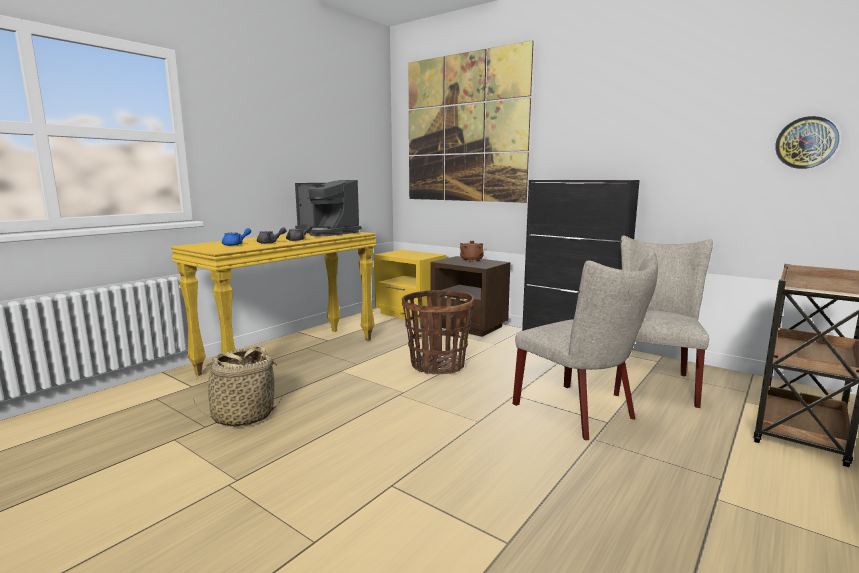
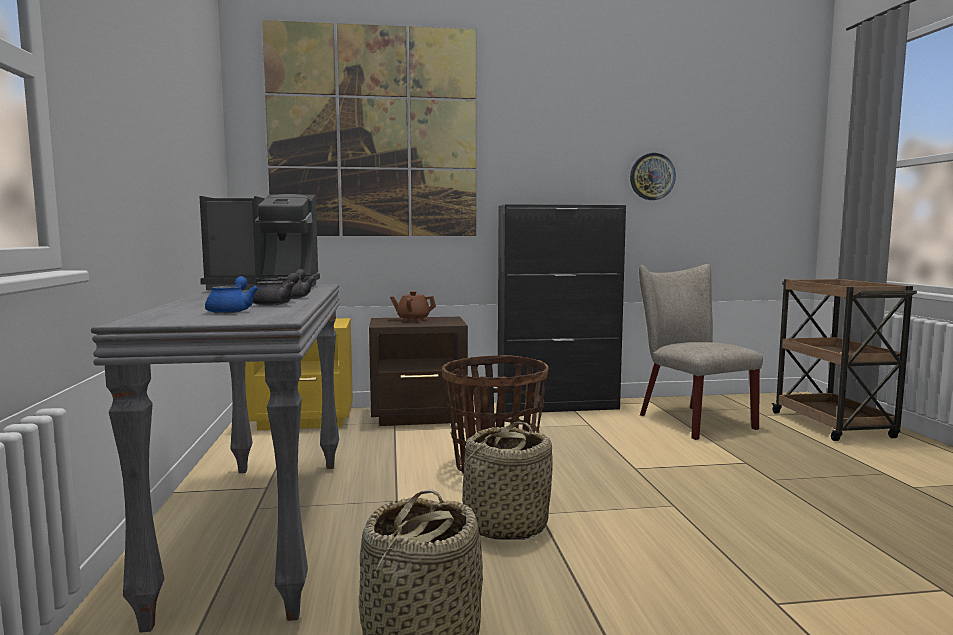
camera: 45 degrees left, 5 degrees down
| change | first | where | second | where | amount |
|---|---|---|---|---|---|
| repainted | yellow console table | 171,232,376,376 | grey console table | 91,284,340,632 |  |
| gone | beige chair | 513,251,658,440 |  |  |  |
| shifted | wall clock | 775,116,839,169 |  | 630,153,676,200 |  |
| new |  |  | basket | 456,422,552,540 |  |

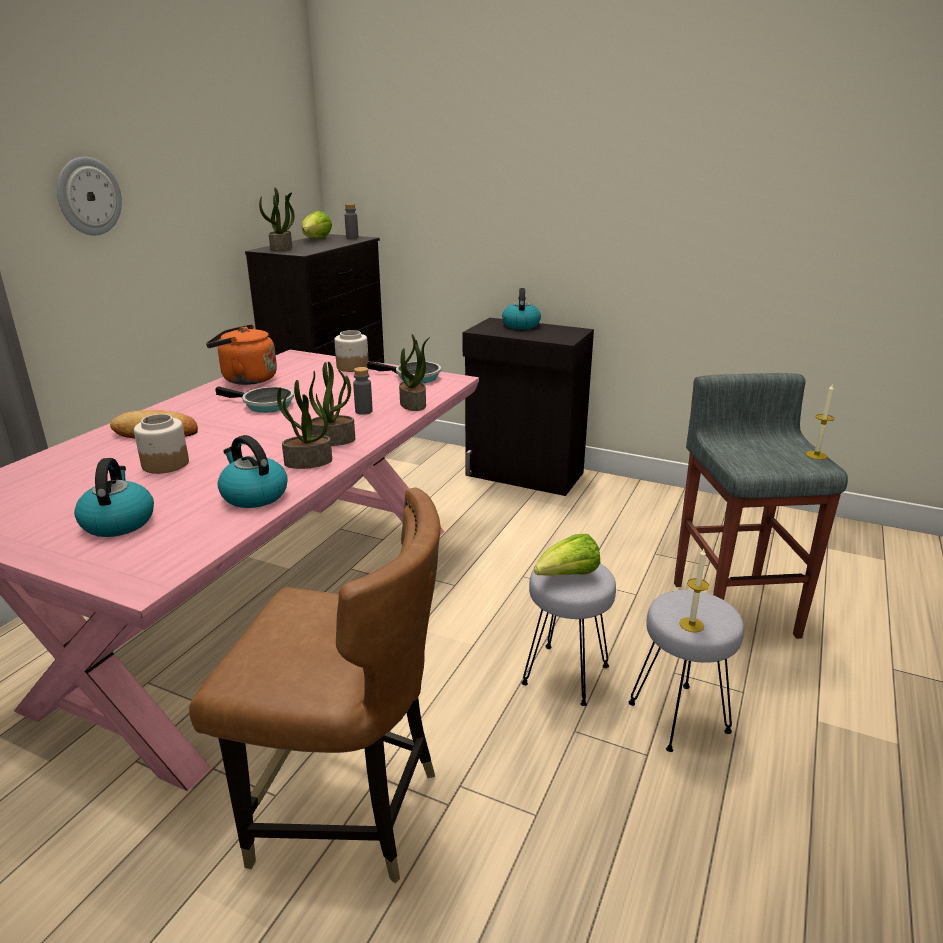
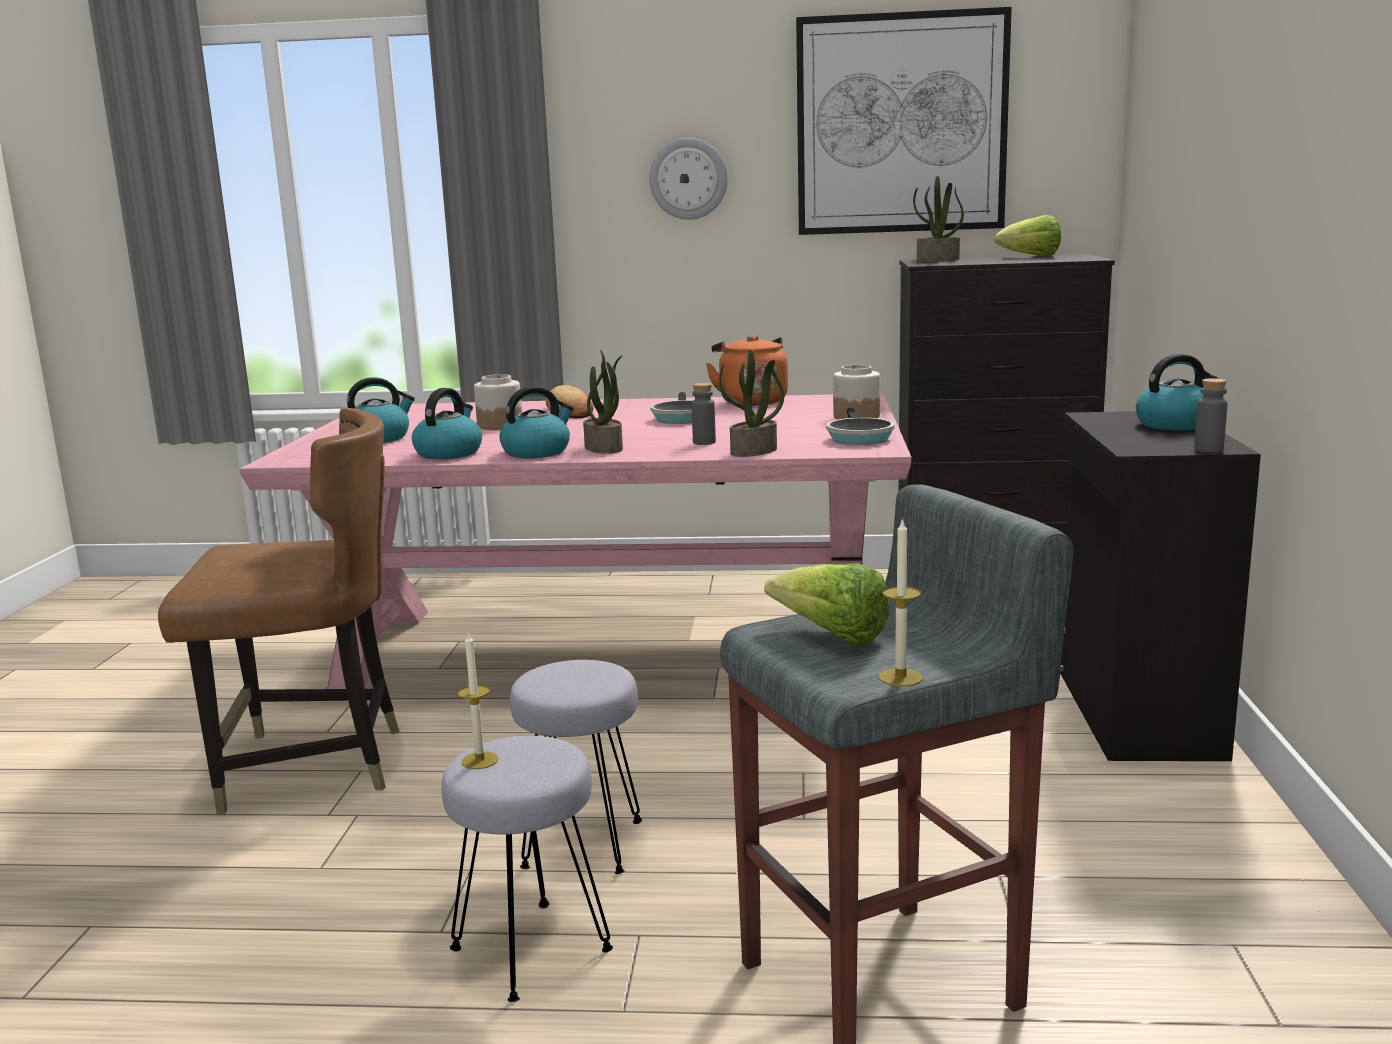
camera: 70 degrees right, 10 degrees down
| change | first | where | second | where | amount |
|---|---|---|---|---|---|
| rotated | brown chair | 189,487,441,884 |  | 158,408,399,815 | 90 degrees counterclockwise |
| swapped | potted plant | 277,380,332,469 | kettle | 499,386,574,458 |  |
| shifted | grey bottle | 345,204,358,239 |  | 1194,378,1228,453 |  |
| shifted | lettuce | 534,534,600,576 |  | 764,564,890,646 |  |
| new |  |  | picture | 796,7,1012,235 |  |

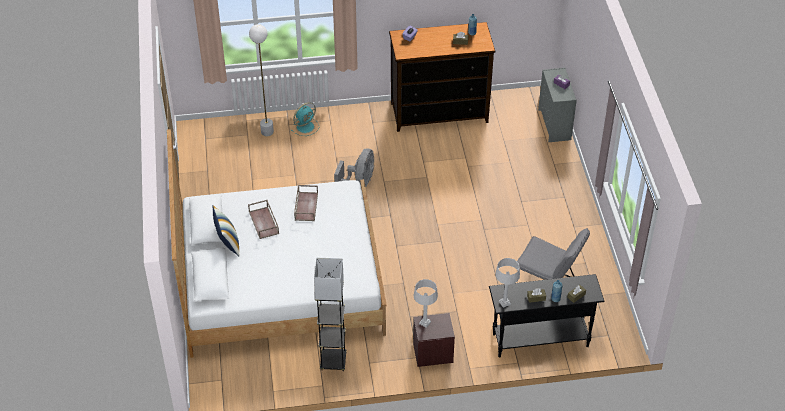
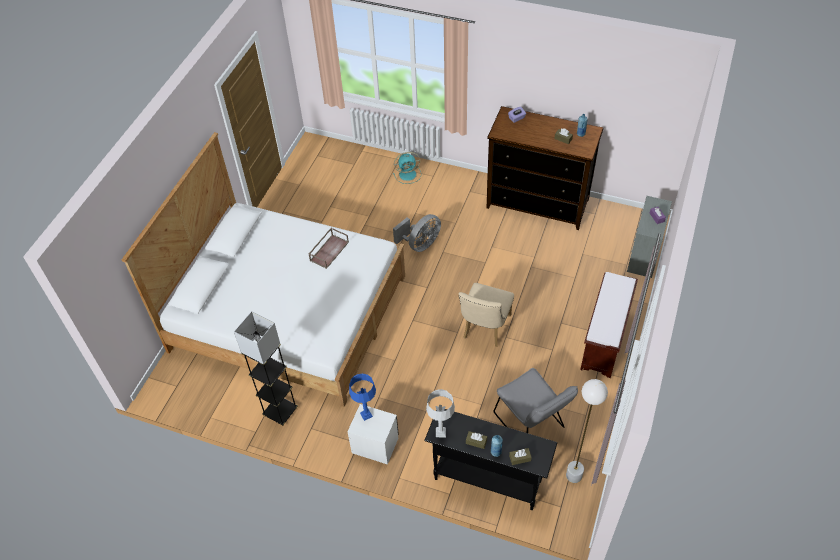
camera: 30 degrees right, 5 degrees up
| change | first | where | second | where | amount |
|---|---|---|---|---|---|
| gone | pillow | 212,205,240,256 |  |  |  |
| gone | brown tray | 248,200,279,239 |  |  |  |
| shifted | white floor lamp | 249,24,274,136 |  | 566,379,608,483 |  |
| repainted | brown nightstand | 413,313,455,367 | white nightstand | 347,404,399,465 |  |
| repainted | grey table lamp | 414,279,438,328 | blue table lamp | 349,374,376,421 |  |
| new |  |  | beige chair | 459,283,514,347 |  |
| new |  |  | brown bench | 580,272,638,378 |  |

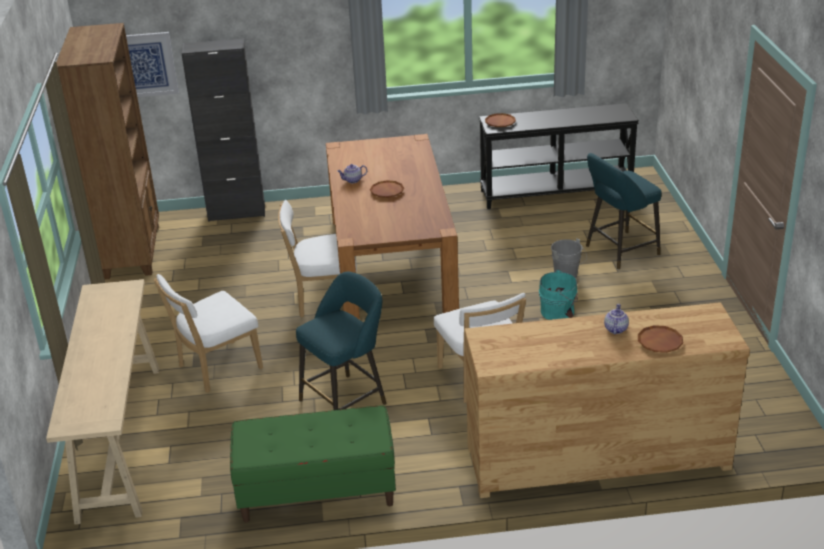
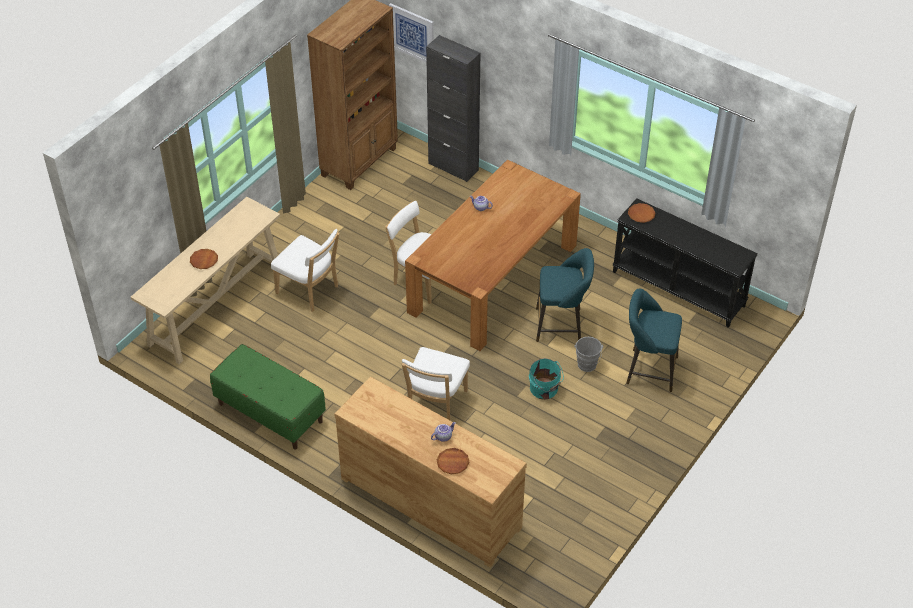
camera: 40 degrees right, 15 degrees up
| change | first | where | second | where | amount |
|---|---|---|---|---|---|
| rotated | white chair | 154,274,263,393 |  | 271,229,339,312 | 150 degrees counterclockwise |
| shifted | turquoise stool | 296,272,386,410 |  | 536,248,594,342 |  |
| shifted | brown plate | 370,180,404,198 |  | 190,249,218,269 |  |

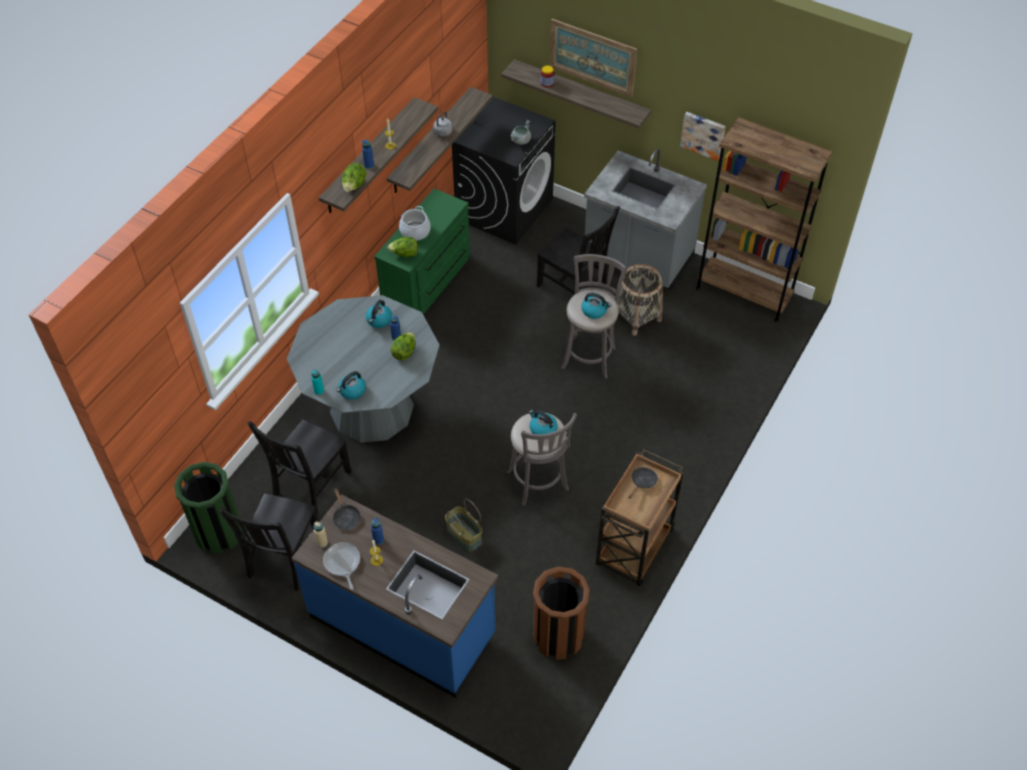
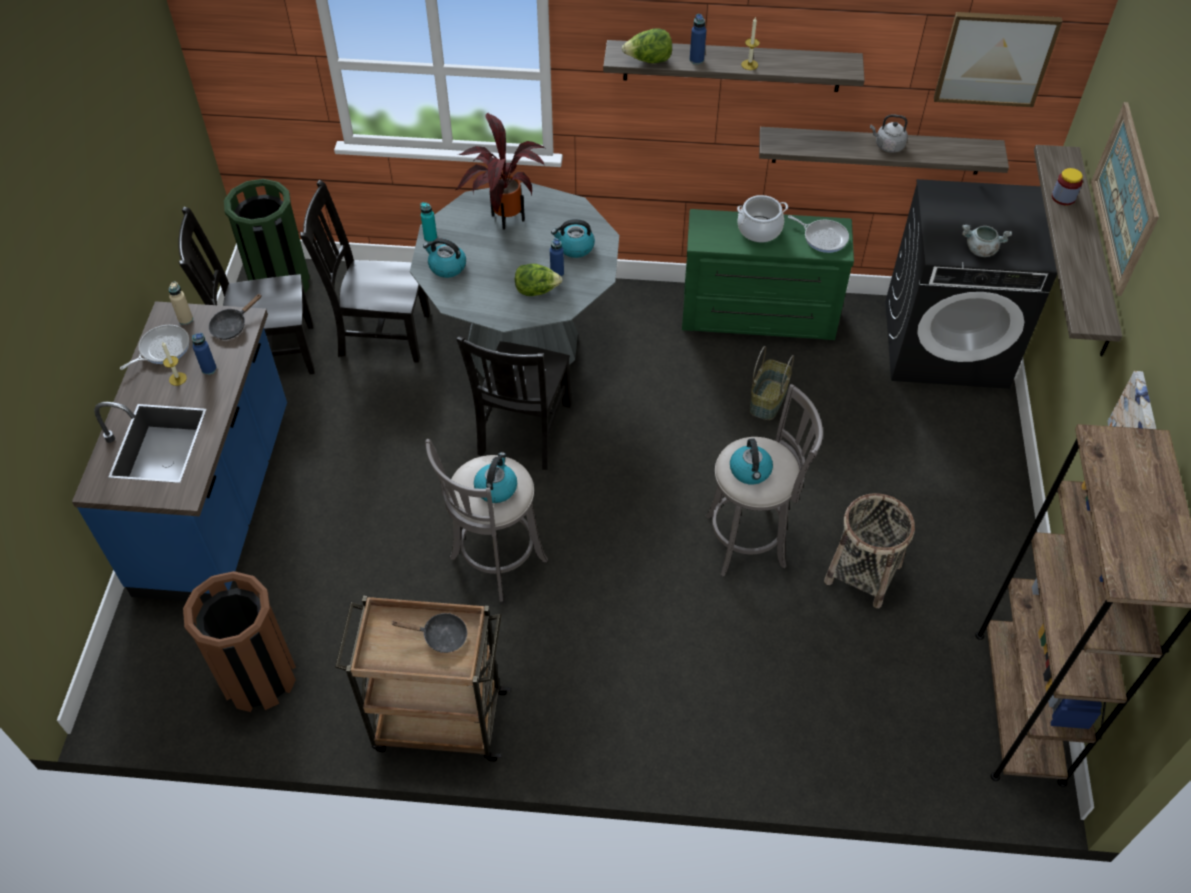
camera: 65 degrees right, 0 degrees up
| change | first | where | second | where | amount |
|---|---|---|---|---|---|
| gone | lettuce | 387,237,418,257 |  |  |  |
| shifted | basket | 445,499,483,552 |  | 749,346,794,420 |  |
| shifted | black chair | 537,206,620,294 |  | 457,336,571,470 |  |
| gone | grey counter | 584,149,707,290 |  |  |  |
| new |  |  | potted plant | 456,113,545,230 |  |
| new |  |  | frying pan | 788,215,849,253 |  |
| new |  |  | picture | 934,12,1062,107 |  |

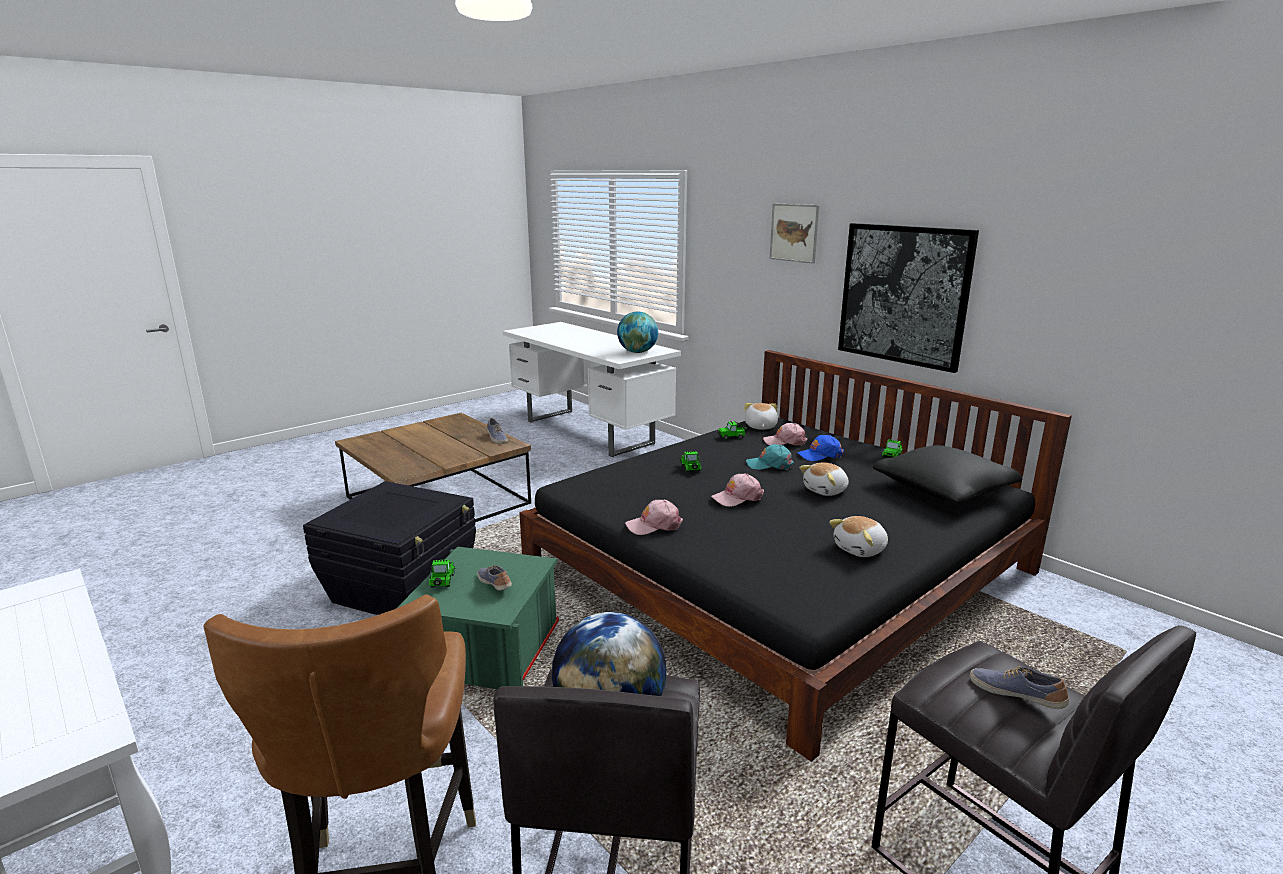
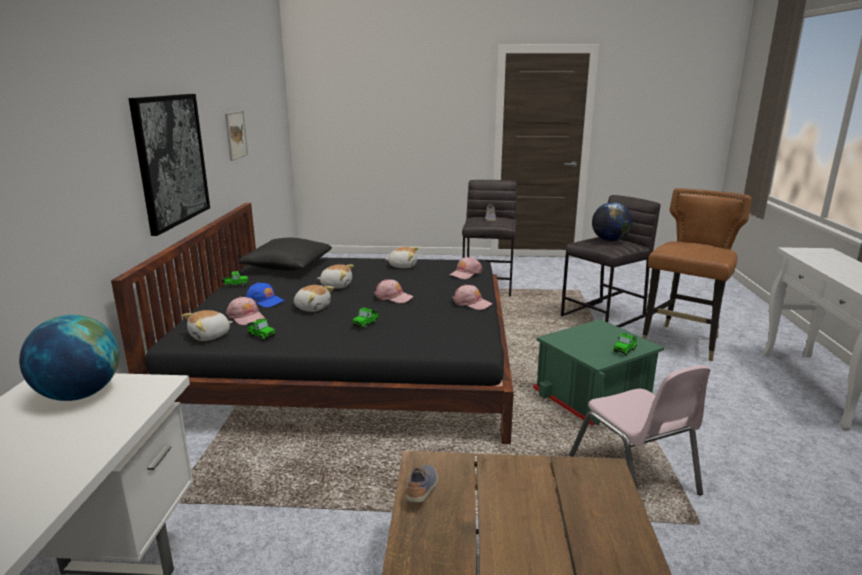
camera: 135 degrees left, 0 degrees up
| change | first | where | second | where | amount |
|---|---|---|---|---|---|
| swapped | black storage box | 303,481,476,615 | pink chair | 569,365,710,495 |  |
| gone | shoe | 477,565,512,591 |  |  |  |
| swapped | turquoise cap | 746,444,794,470 | plush toy | 294,285,334,312 |  |
| shifted | picture | 770,203,819,264 |  | 225,111,248,161 |  |
| new |  |  | pink cap | 450,257,483,279 |  |

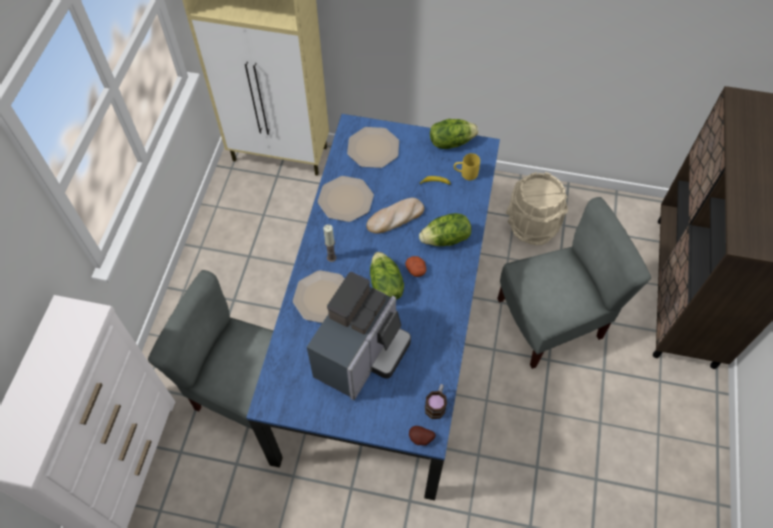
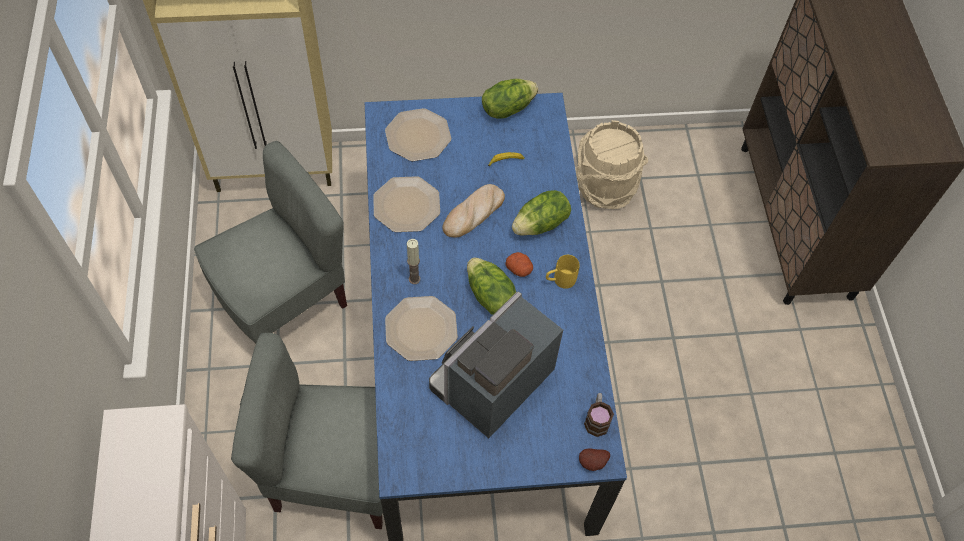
camera: 20 degrees left, 0 degrees up
| change | first | where | second | where | amount |
|---|---|---|---|---|---|
| rotated | coffee machine | 307,272,411,400 |  | 429,291,563,438 | 150 degrees counterclockwise |
| shifted | yellow mug | 454,153,480,180 |  | 546,255,580,289 |  |
| shifted | grey chair | 497,197,651,369 |  | 194,141,347,343 |  |

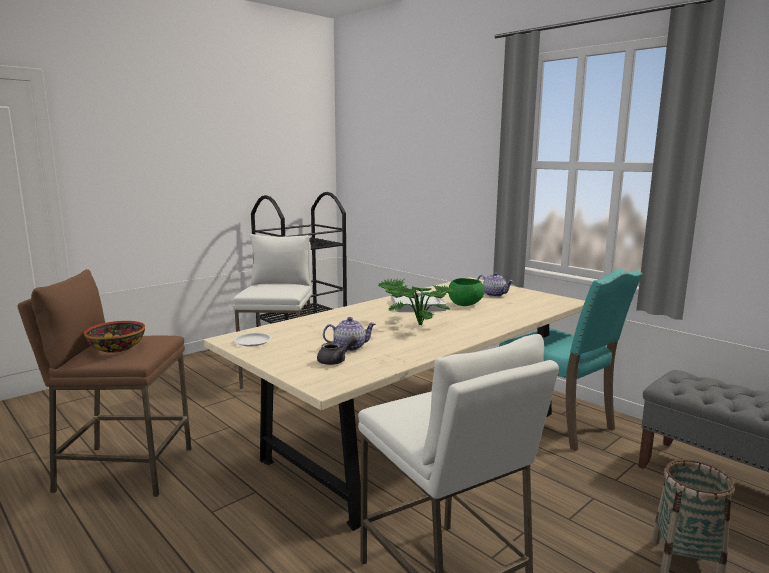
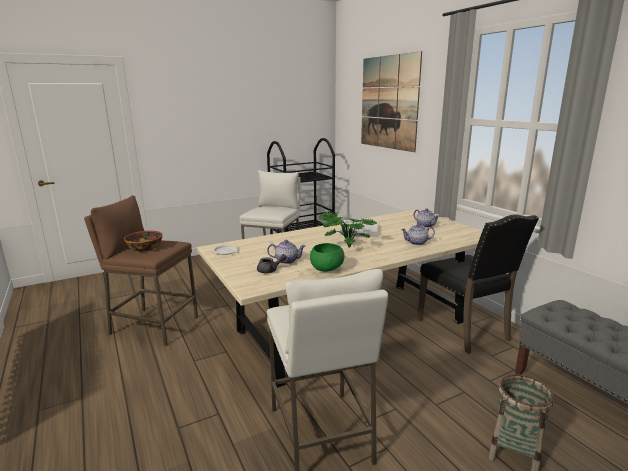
camera: 15 degrees right, 5 degrees up
| change | first | where | second | where | amount |
|---|---|---|---|---|---|
| shifted | green bowl | 448,278,485,306 |  | 310,243,344,272 |  |
| repainted | turquoise chair | 499,270,643,451 | black chair | 417,214,539,354 |  |
| new |  |  | picture | 361,51,422,152 |  |
| new |  |  | teapot | 401,223,435,245 |  |

